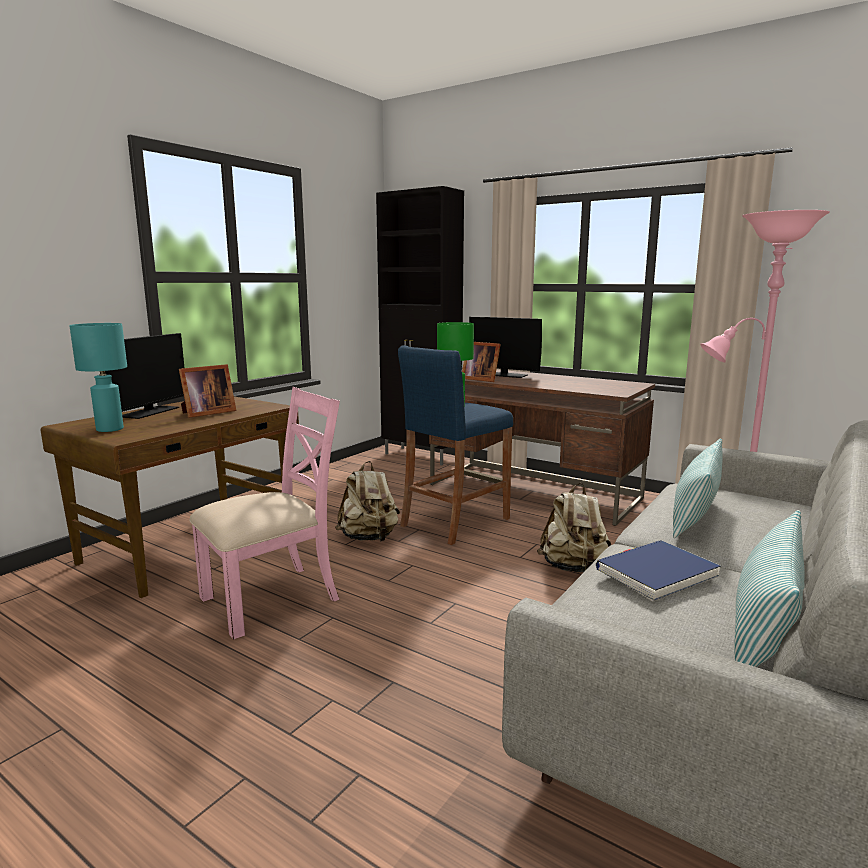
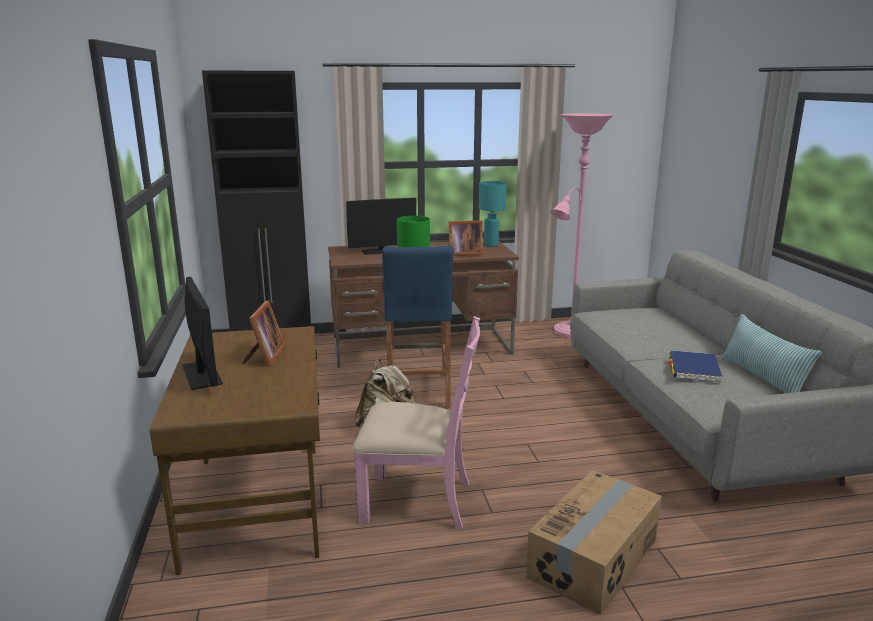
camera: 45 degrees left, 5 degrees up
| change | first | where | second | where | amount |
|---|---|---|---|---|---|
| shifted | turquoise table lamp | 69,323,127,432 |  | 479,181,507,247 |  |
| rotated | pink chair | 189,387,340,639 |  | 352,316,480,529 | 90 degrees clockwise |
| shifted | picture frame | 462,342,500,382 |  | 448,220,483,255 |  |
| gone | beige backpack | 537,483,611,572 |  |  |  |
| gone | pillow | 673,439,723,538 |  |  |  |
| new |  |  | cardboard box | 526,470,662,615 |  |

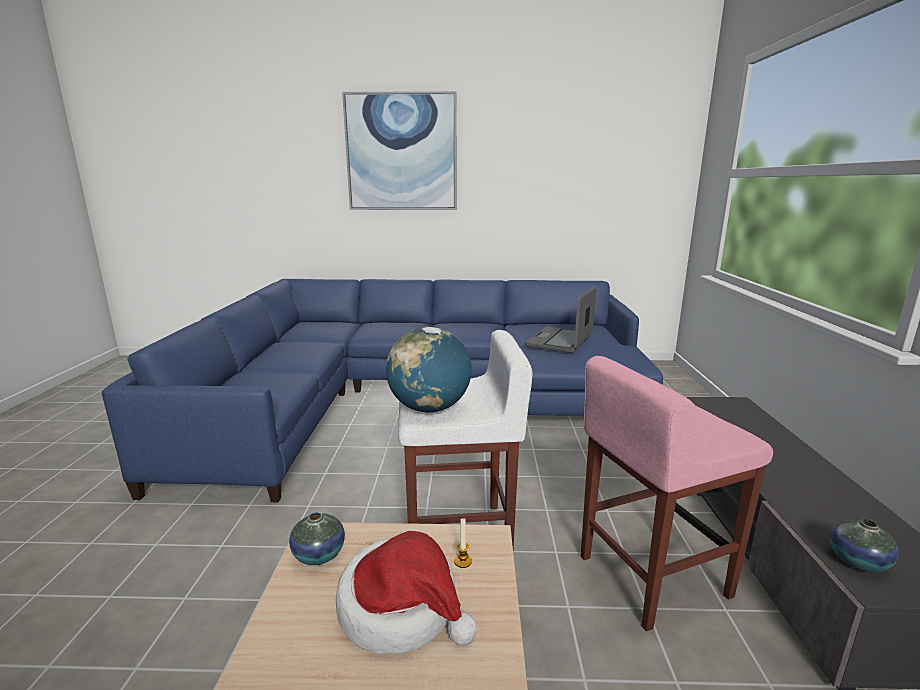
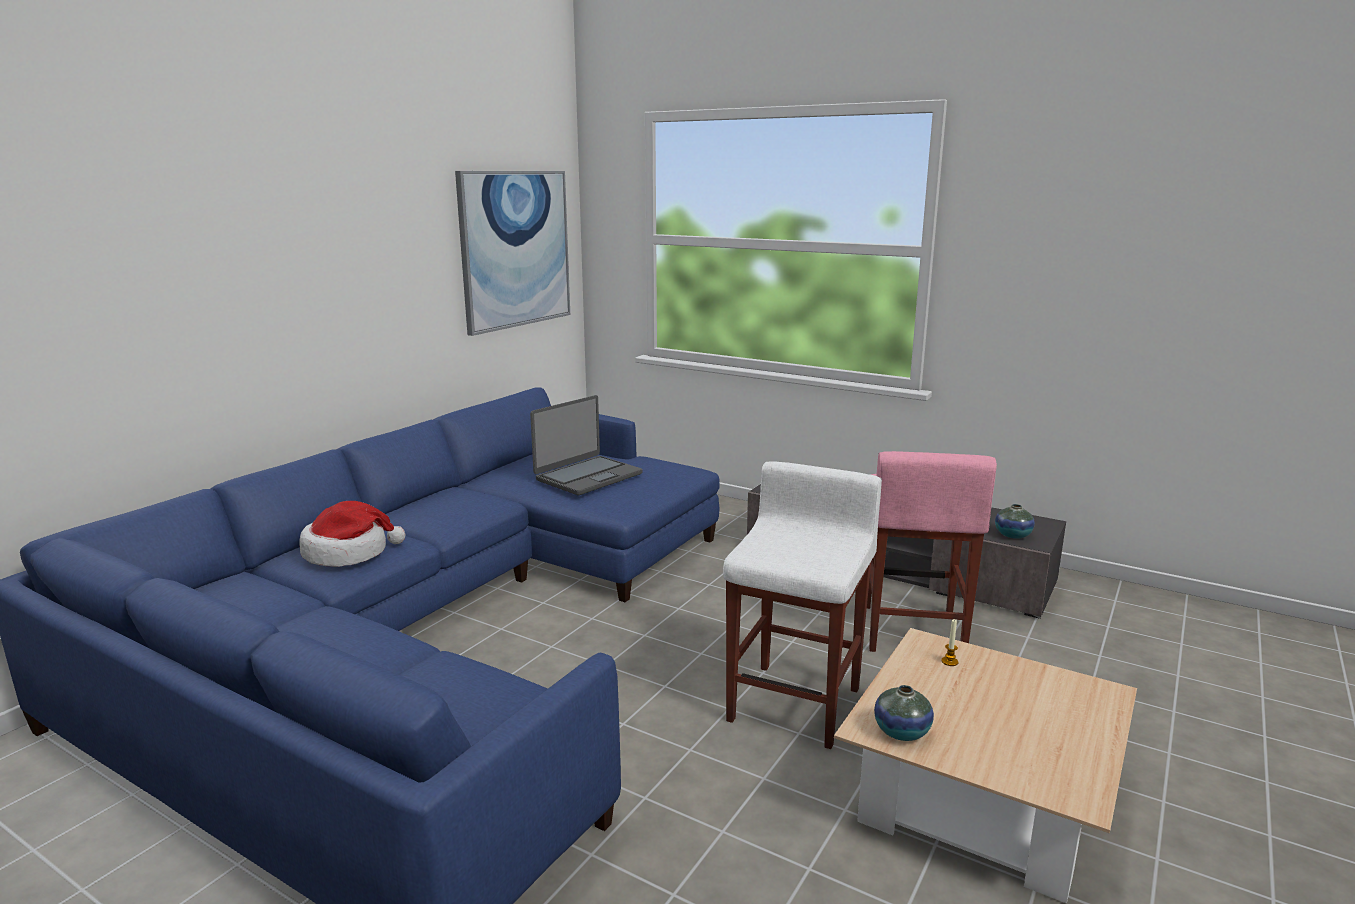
camera: 60 degrees left, 0 degrees up
| change | first | where | second | where | amount |
|---|---|---|---|---|---|
| shifted | hat | 336,531,477,654 |  | 299,501,406,567 |  |
| shifted | picture | 342,91,457,210 |  | 455,171,570,336 |  |
| gone | globe | 386,327,472,413 |  |  |  |
| rotated | laptop | 525,286,596,353 |  | 530,395,642,495 | 105 degrees counterclockwise |

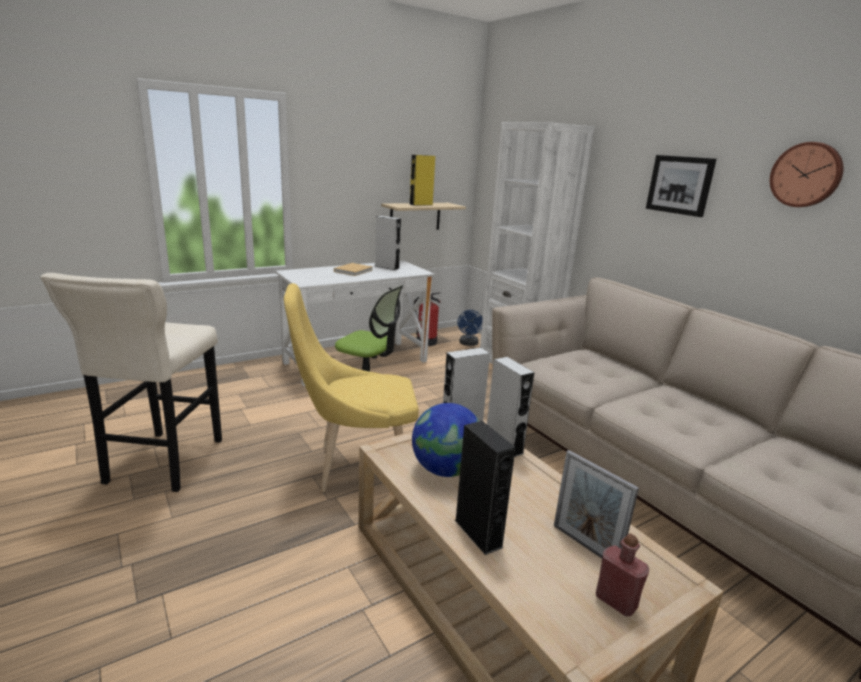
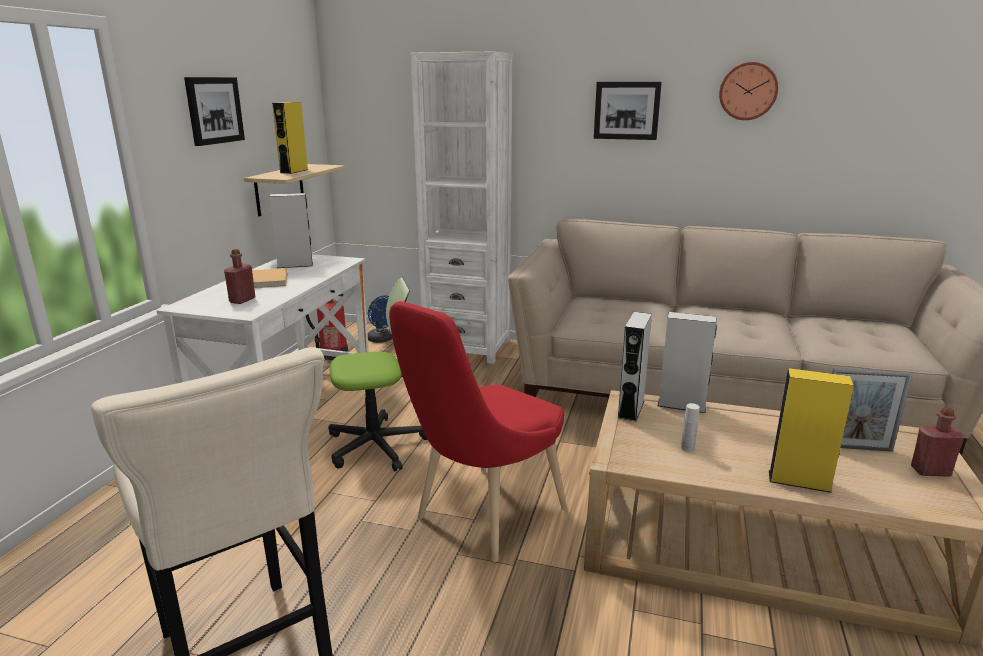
camera: 40 degrees left, 0 degrees up
| change | first | where | second | where | amount |
|---|---|---|---|---|---|
| repainted | yellow chair | 284,283,419,492 | red chair | 389,301,567,562 |  |
| swapped | globe | 412,403,479,477 | white bottle | 681,403,700,452 |  |
| repainted | black speaker | 455,421,516,555 | yellow speaker | 769,368,854,493 |  |
| new |  |  | picture | 184,77,245,146 |  |
| new |  |  | red bottle | 224,249,255,304 |  |

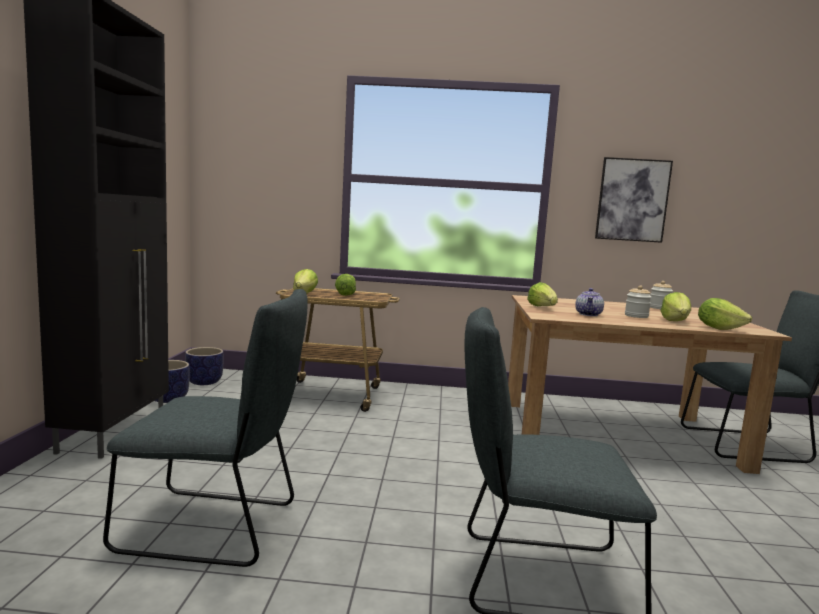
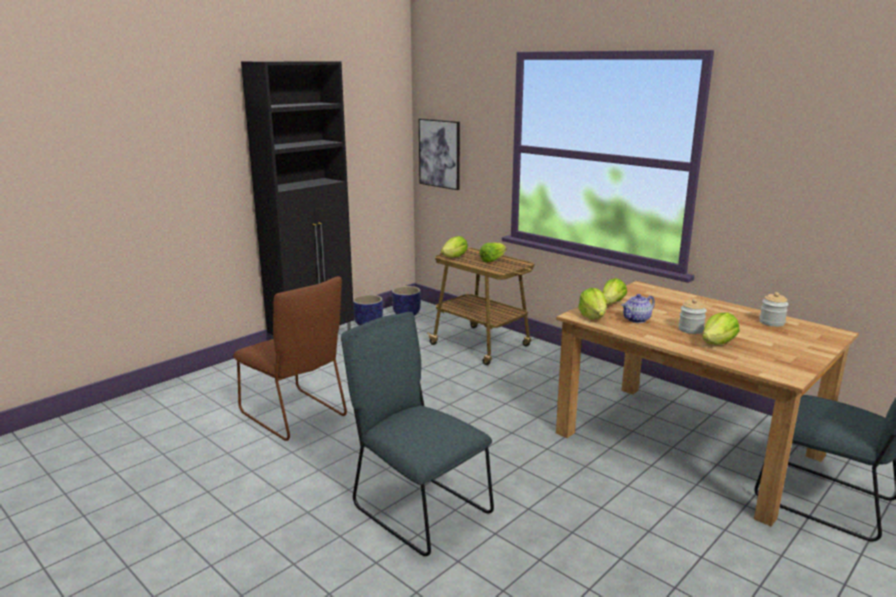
camera: 40 degrees right, 10 degrees up
| change | first | where | second | where | amount |
|---|---|---|---|---|---|
| repainted | grey chair | 103,289,308,567 | brown chair | 233,276,347,441 |  |
| shifted | picture | 595,157,673,243 |  | 419,119,460,190 |  |
| shifted | lettuce | 698,298,752,330 |  | 578,288,607,319 |  |

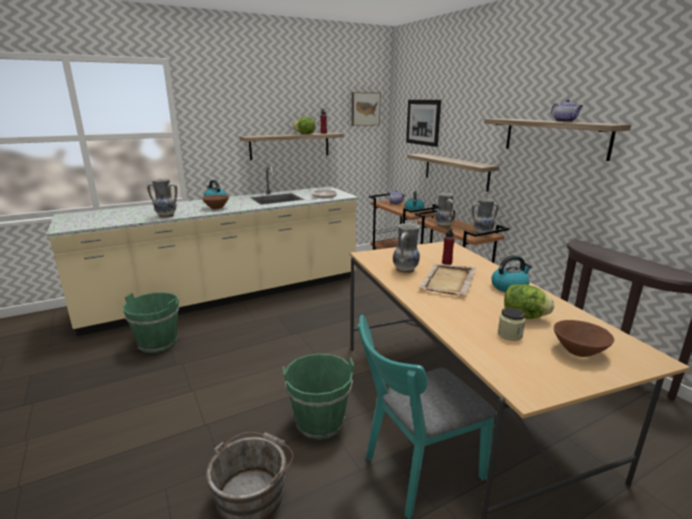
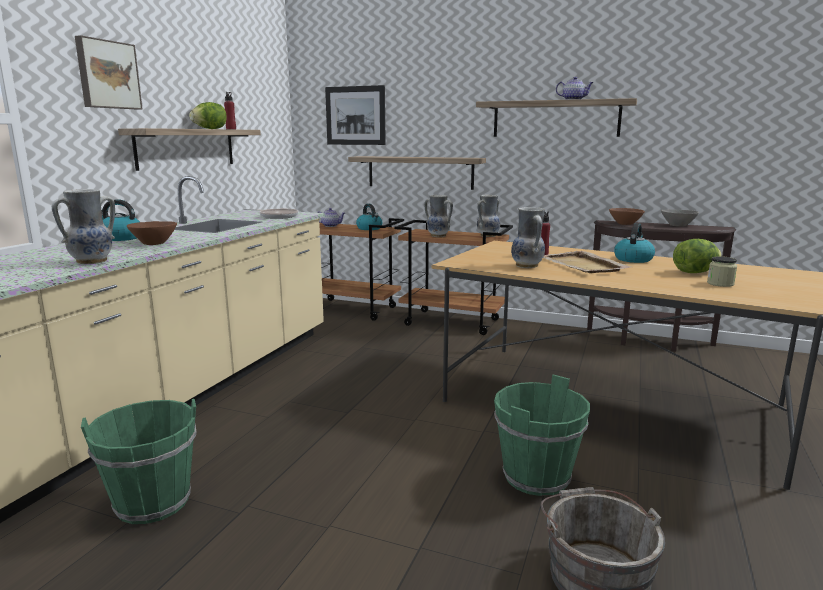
camera: 40 degrees left, 5 degrees down
| change | first | where | second | where | amount |
|---|---|---|---|---|---|
| shifted | picture | 351,92,381,126 |  | 75,35,143,109 |  |
| gone | turquoise chair | 358,315,497,519 |  |  |  |
| shifted | brown bowl | 554,320,614,357 |  | 609,208,645,225 |  |
| new |  |  | grey bowl | 661,209,699,227 |  |

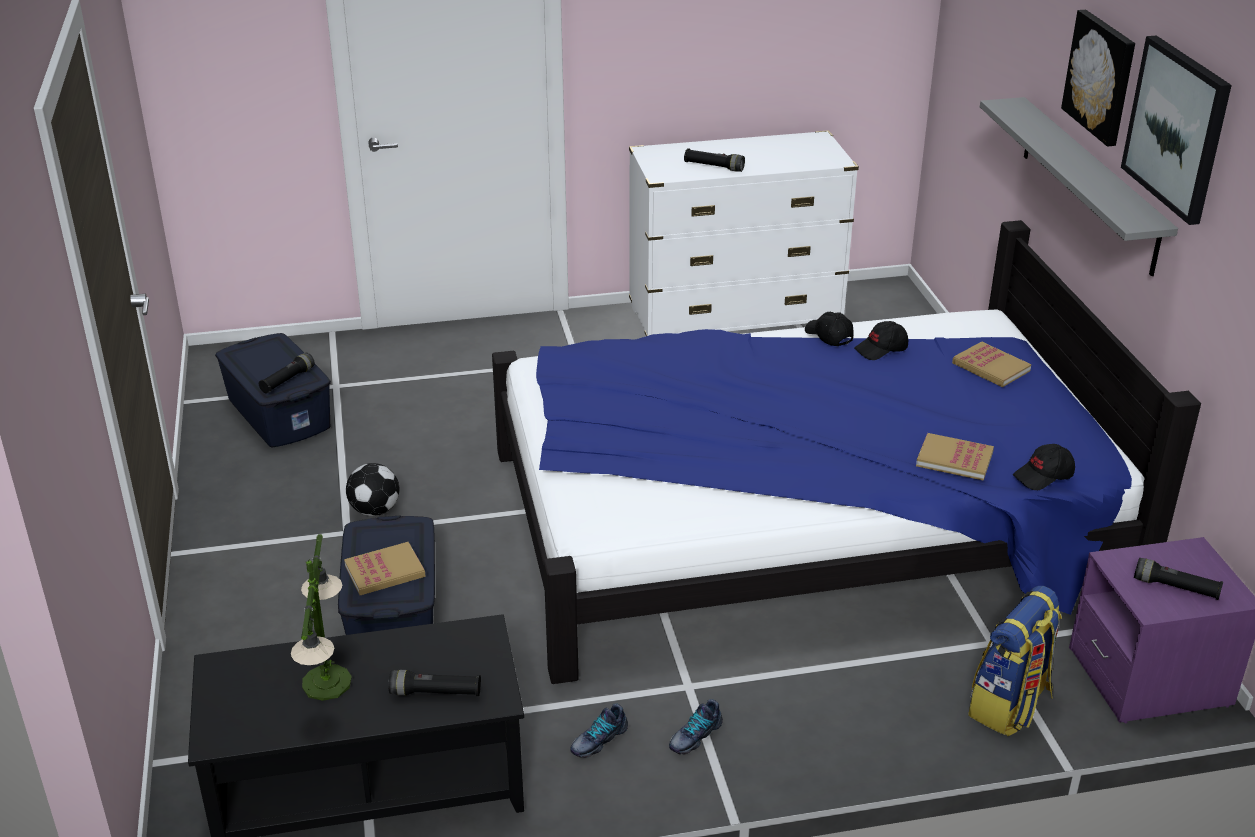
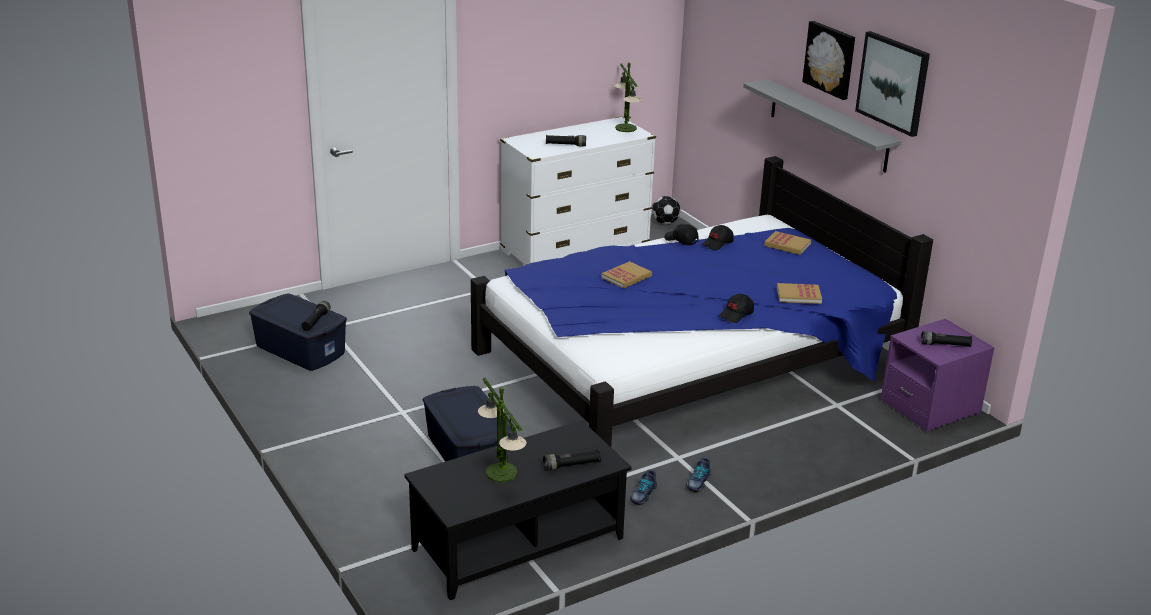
camera: 20 degrees left, 5 degrees down
| change | first | where | second | where | amount |
|---|---|---|---|---|---|
| shifted | book | 344,542,426,595 |  | 601,261,652,289 |  |
| shifted | football | 346,463,399,516 |  | 652,196,680,225 |  |
| gone | backpack | 968,586,1062,737 |  |  |  |
| shifted | black cap | 1013,444,1075,490 |  | 719,294,754,323 |  |
| new |  |  | table lamp | 614,62,641,132 |  |

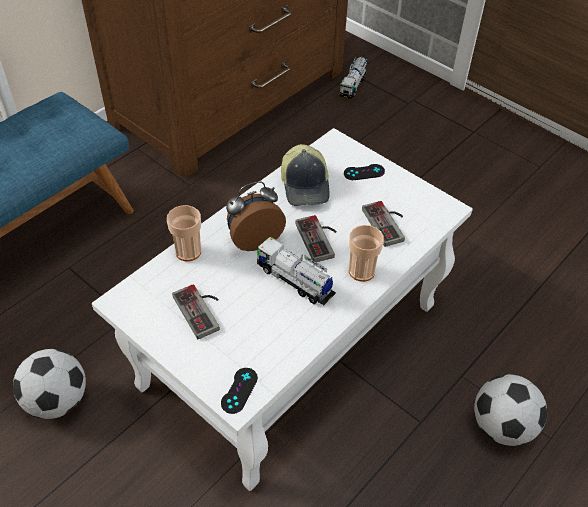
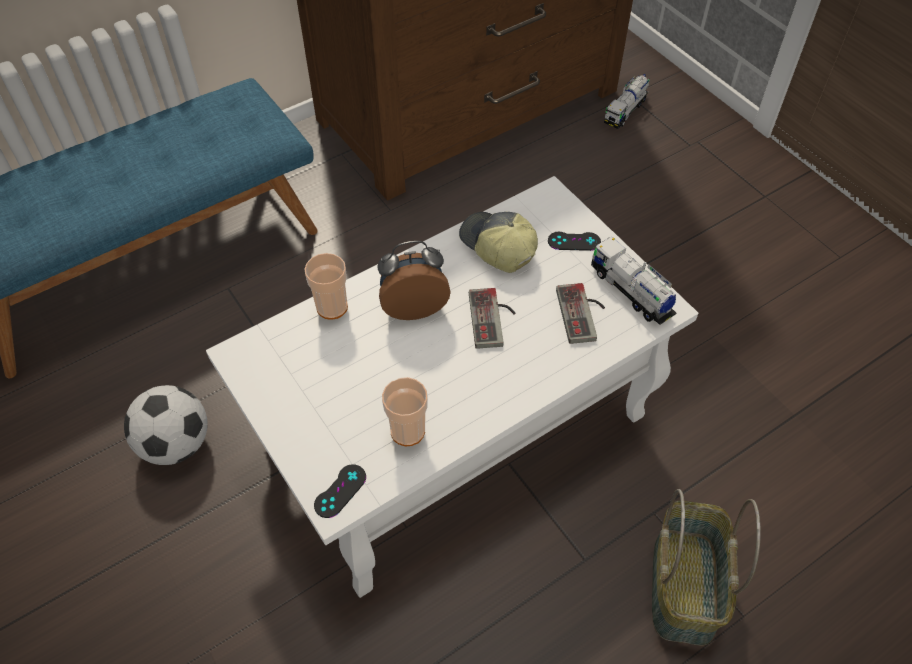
camera: 15 degrees right, 5 degrees up
| change | first | where | second | where | amount |
|---|---|---|---|---|---|
| gone | game controller | 172,284,220,339 |  |  |  |
| shifted | toy truck | 256,237,336,305 |  | 591,237,676,325 |  |
| rotated | cap | 281,144,330,206 |  | 459,212,538,273 | 135 degrees clockwise |
| shifted | cup | 349,225,384,282 |  | 382,377,428,446 |  |
| swapped | football | 474,374,547,446 | basket | 652,489,761,646 |  |

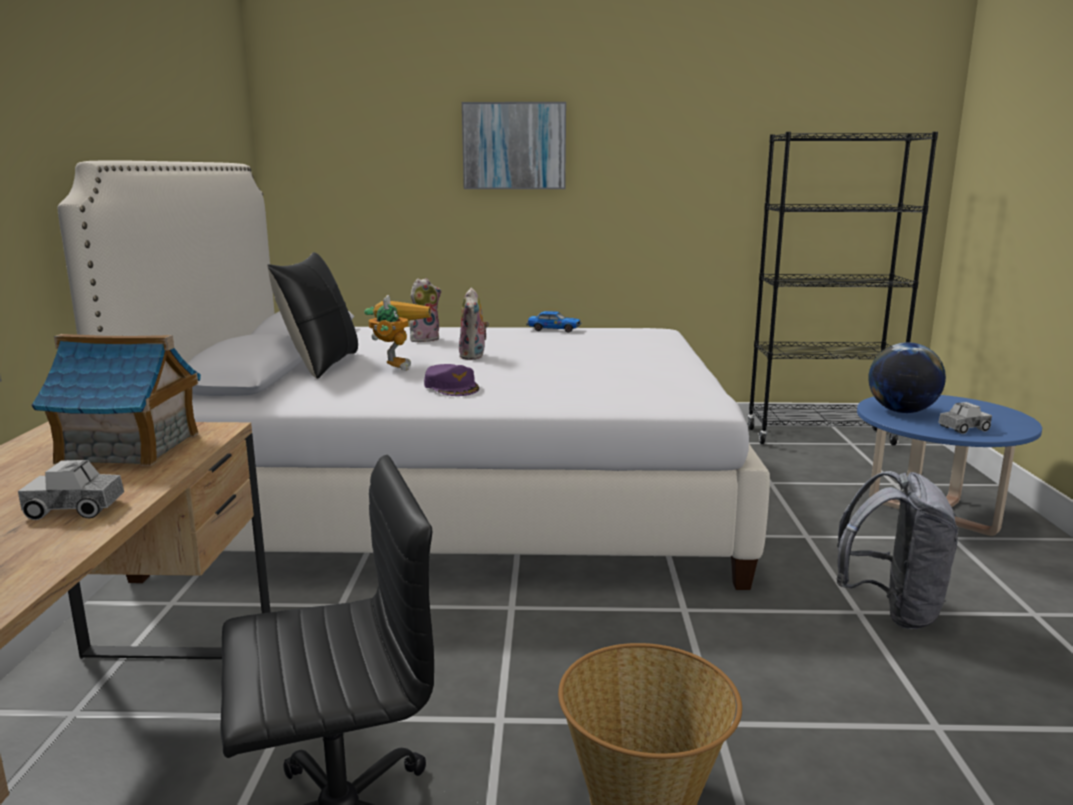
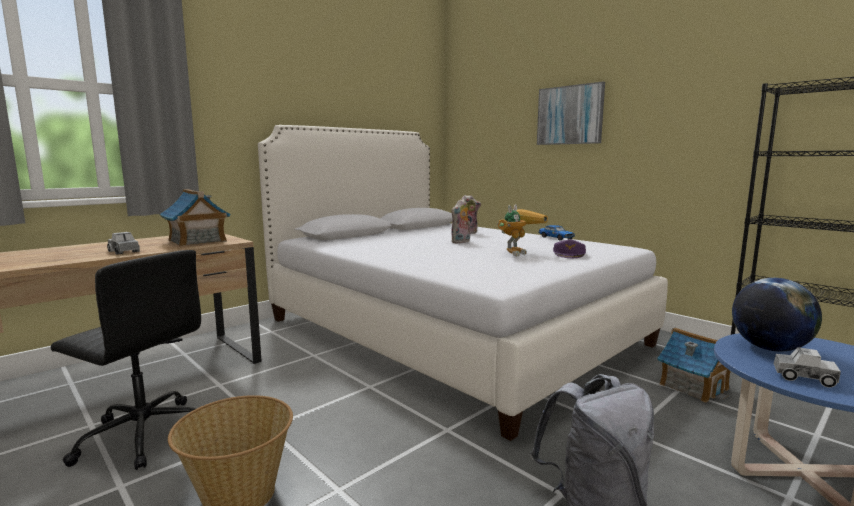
camera: 45 degrees right, 5 degrees down
| change | first | where | second | where | amount |
|---|---|---|---|---|---|
| gone | black pillow | 267,252,358,379 |  |  |  |
| shifted | toy robot | 365,295,431,371 |  | 497,204,548,257 |  |
| shifted | purple cap | 424,364,479,396 |  | 553,240,586,258 |  |
| new |  |  | toy house | 657,328,731,403 |  |

